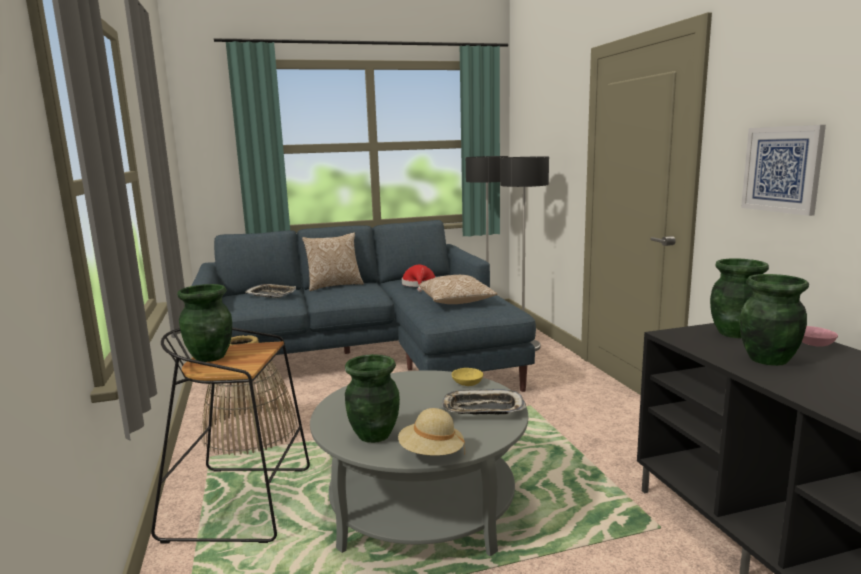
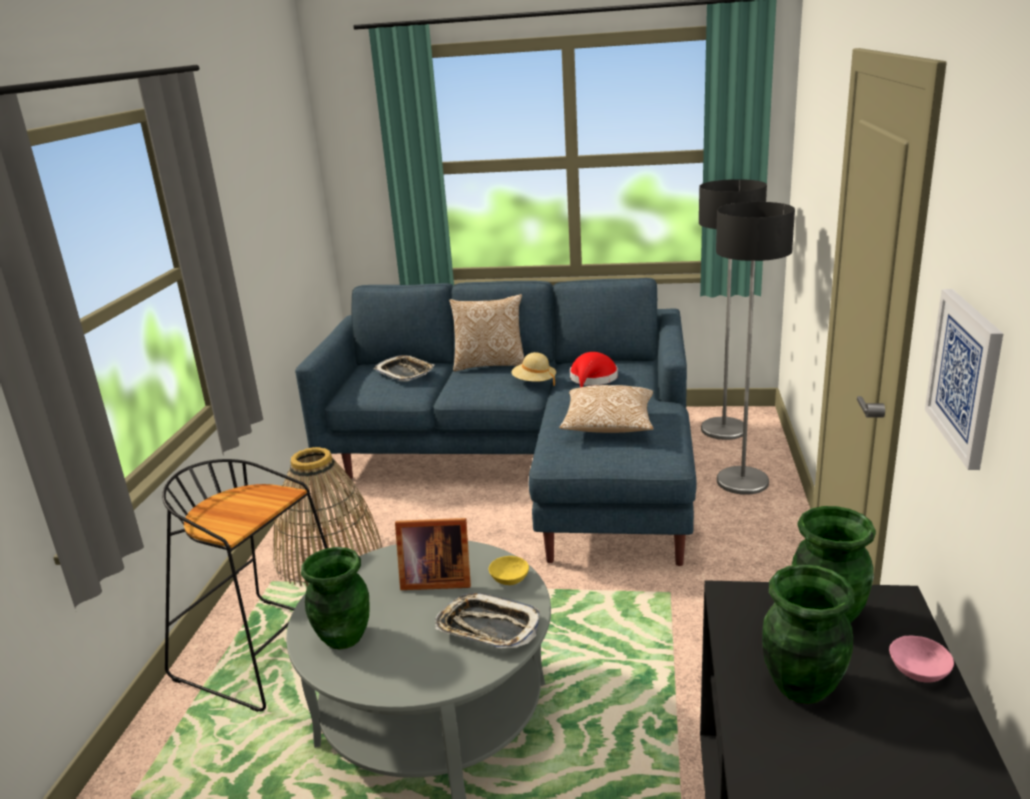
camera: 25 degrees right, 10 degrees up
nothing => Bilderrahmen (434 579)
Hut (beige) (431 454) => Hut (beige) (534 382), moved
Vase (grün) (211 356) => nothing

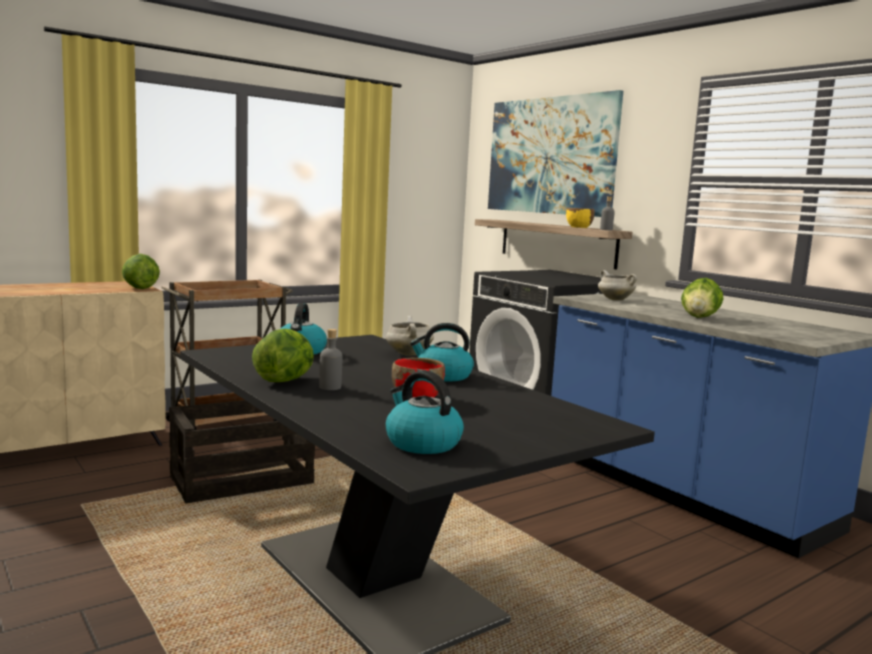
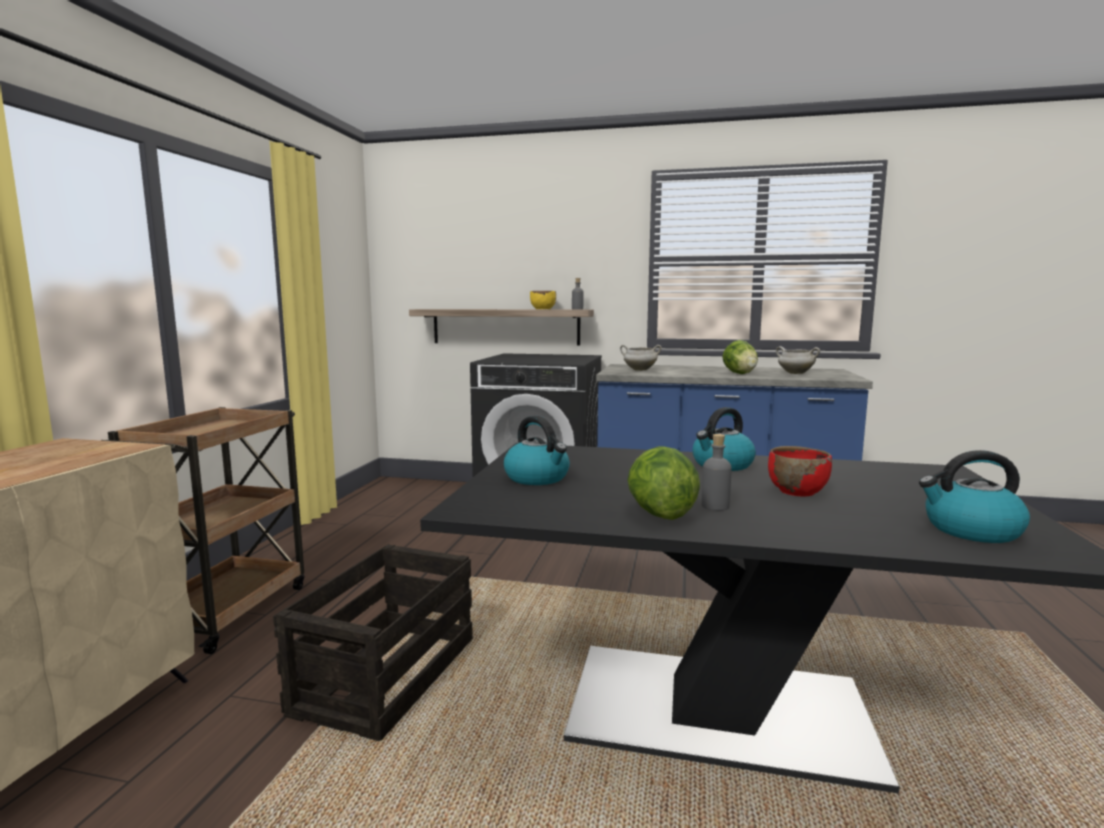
camera: 40 degrees left, 0 degrees up
Kochtopf (weiß) (408 354) => Kochtopf (weiß) (795 373), moved
Salatkopf (139 288) => nothing
Bild (550 156) => nothing

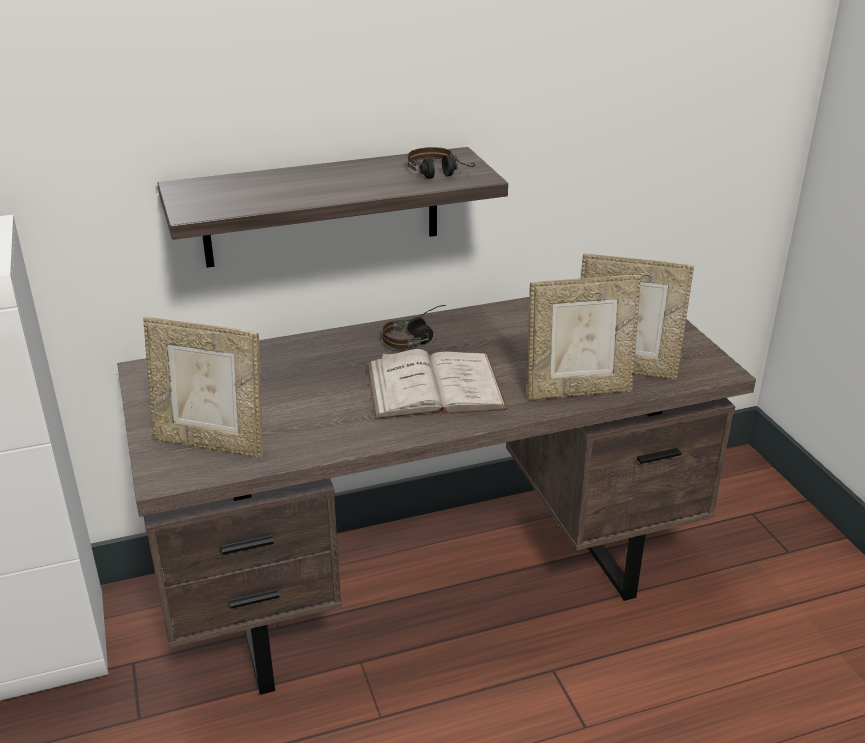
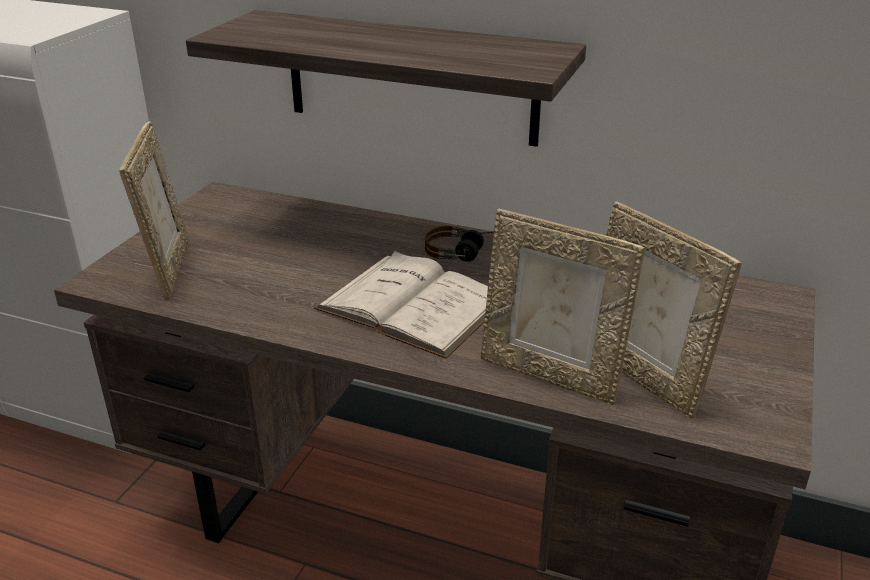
camera: 40 degrees right, 0 degrees up
Bilderrahmen (212 443) => Bilderrahmen (168 270), 150 degrees counterclockwise
Kopfhörer (441 175) => nothing

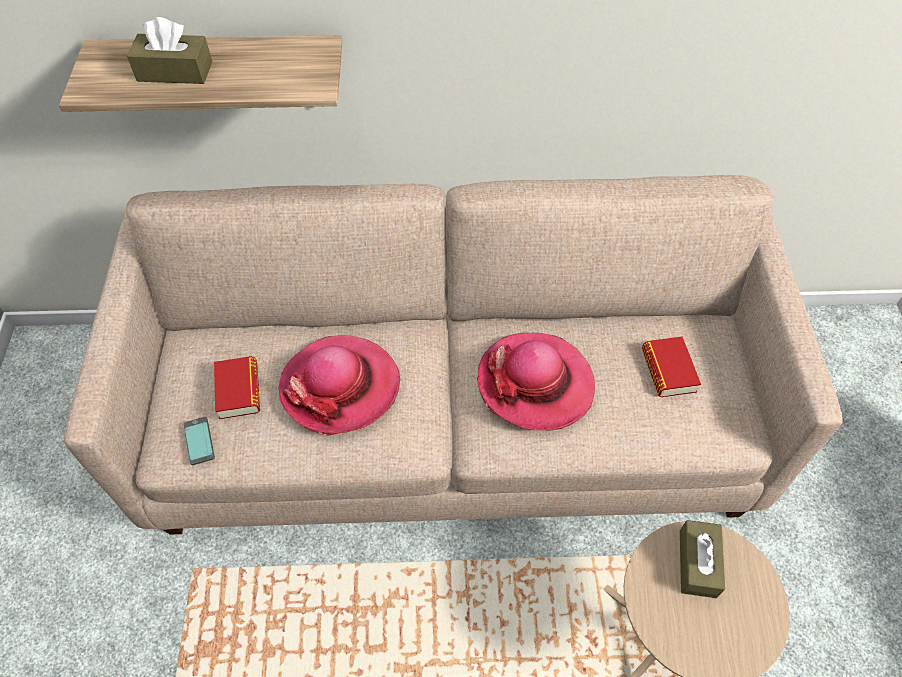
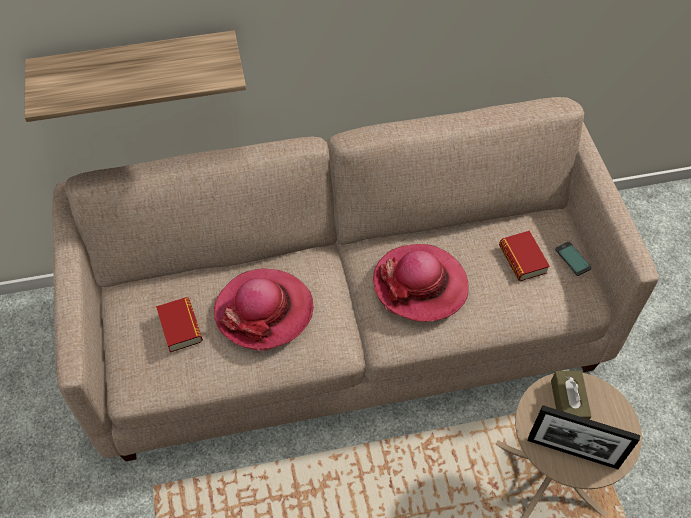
camera: 10 degrees left, 0 degrees up
nothing => Bilderrahmen (572 452)
Handy (199 441) => Handy (572 259), moved
Taschentuchbox (braun) (175 71) => nothing

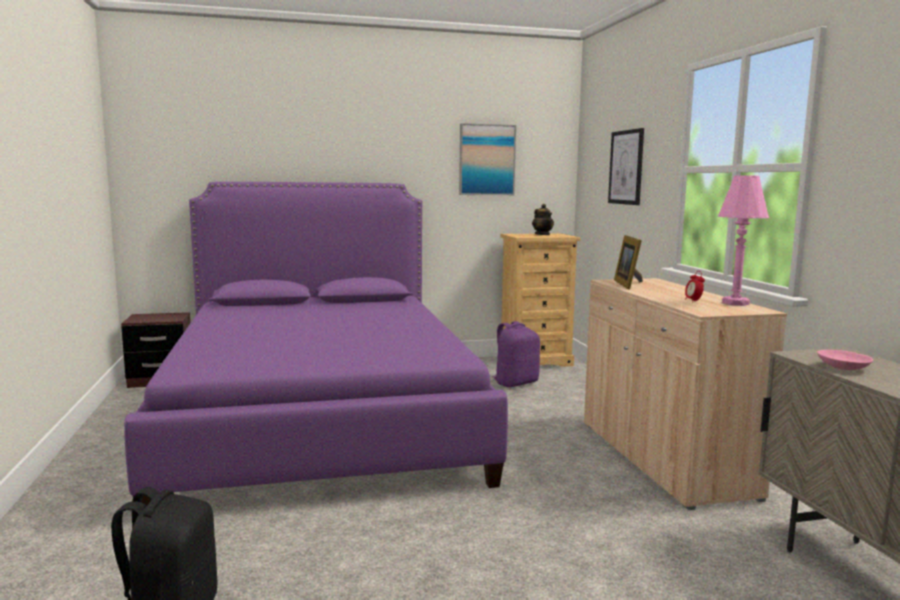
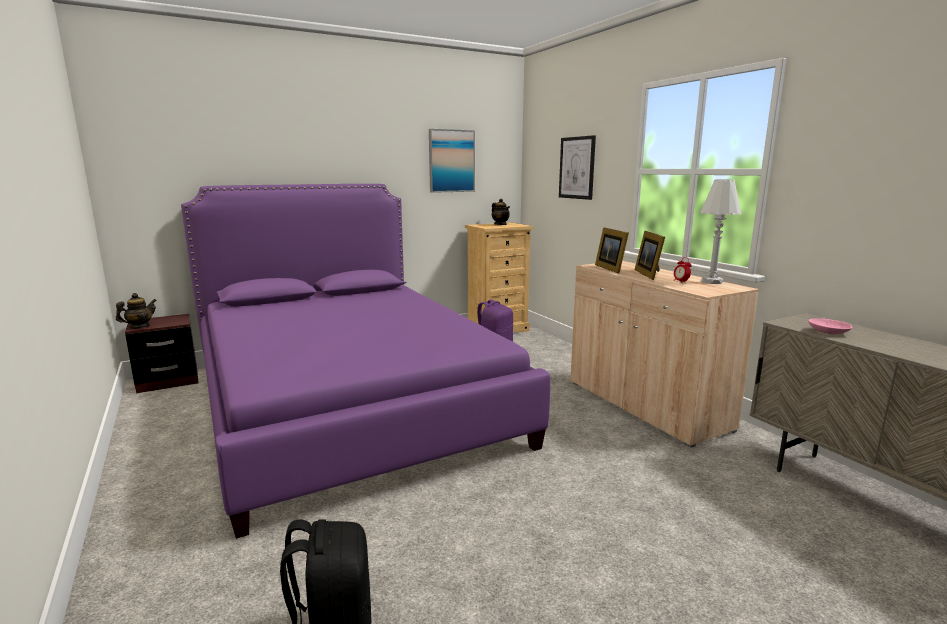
camera: 15 degrees left, 5 degrees up
nothing => Teekanne (139 327)
nothing => Bilderrahmen (649 274)
Tischlampe (rosa) (735 303) => Tischlampe (weiß) (712 282)

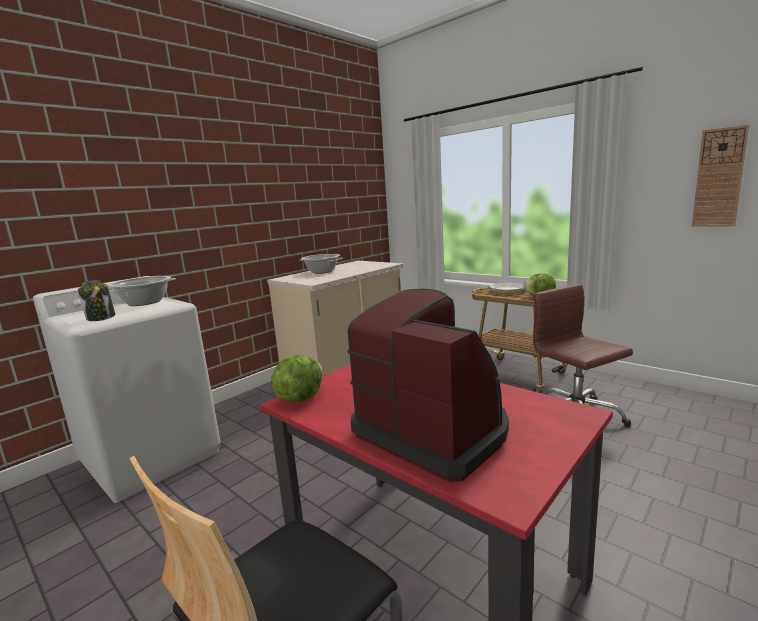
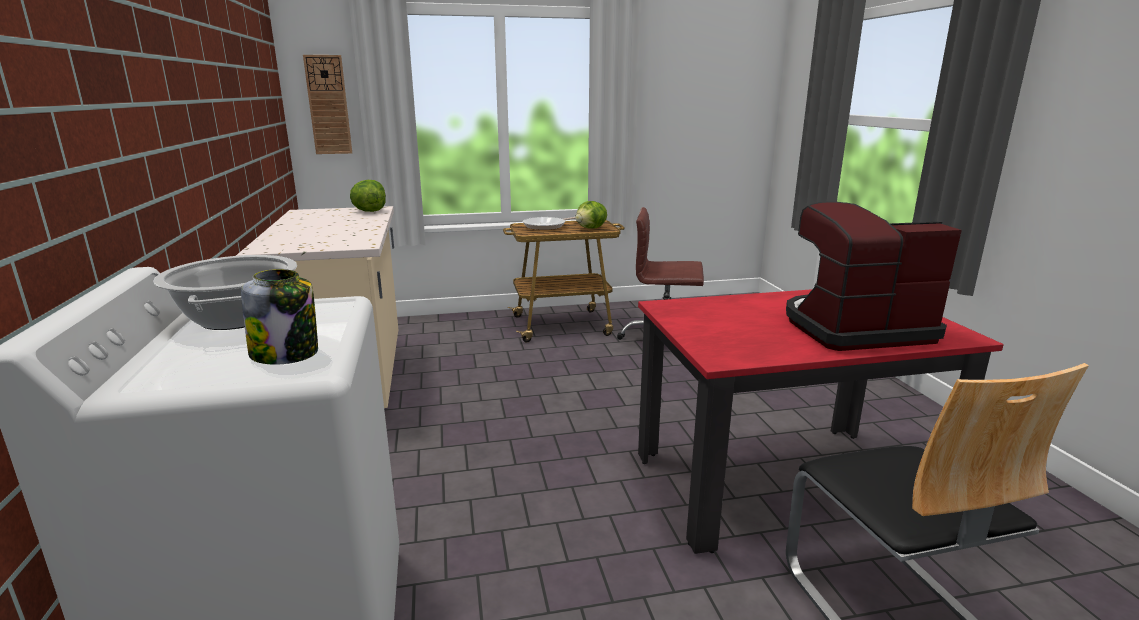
camera: 55 degrees left, 5 degrees up
Wanduhr (719 178) => Wanduhr (328 105), moved
Salatkopf (300 397) => Salatkopf (369 211), moved
Kochtopf (322 271) => nothing

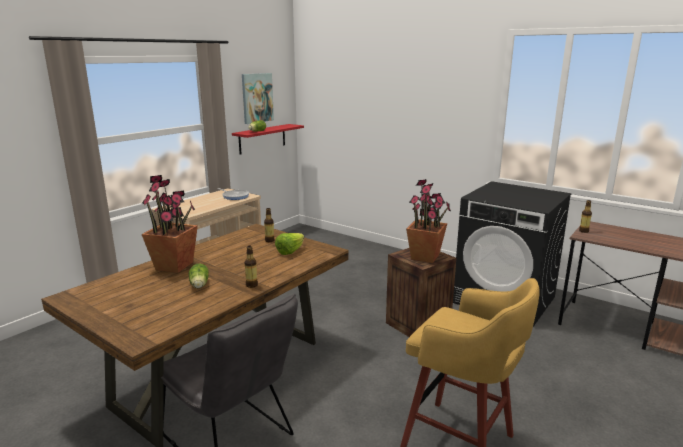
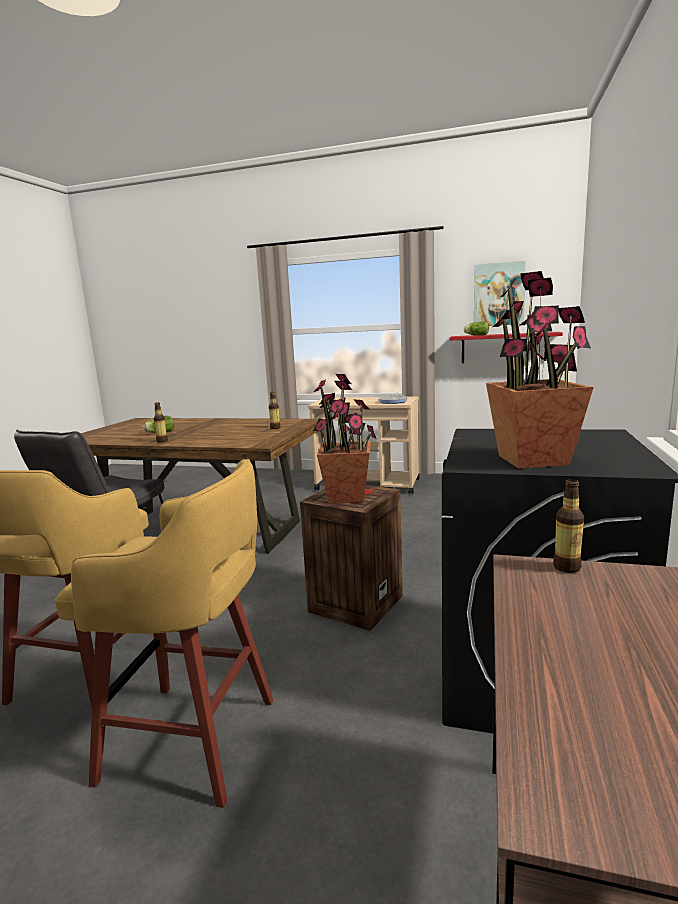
camera: 70 degrees right, 5 degrees down
nothing => Hocker (gelb) (195 741)
Topfpflanze (175 266) => Topfpflanze (533 460), moved
Salatkopf (290 251) => nothing

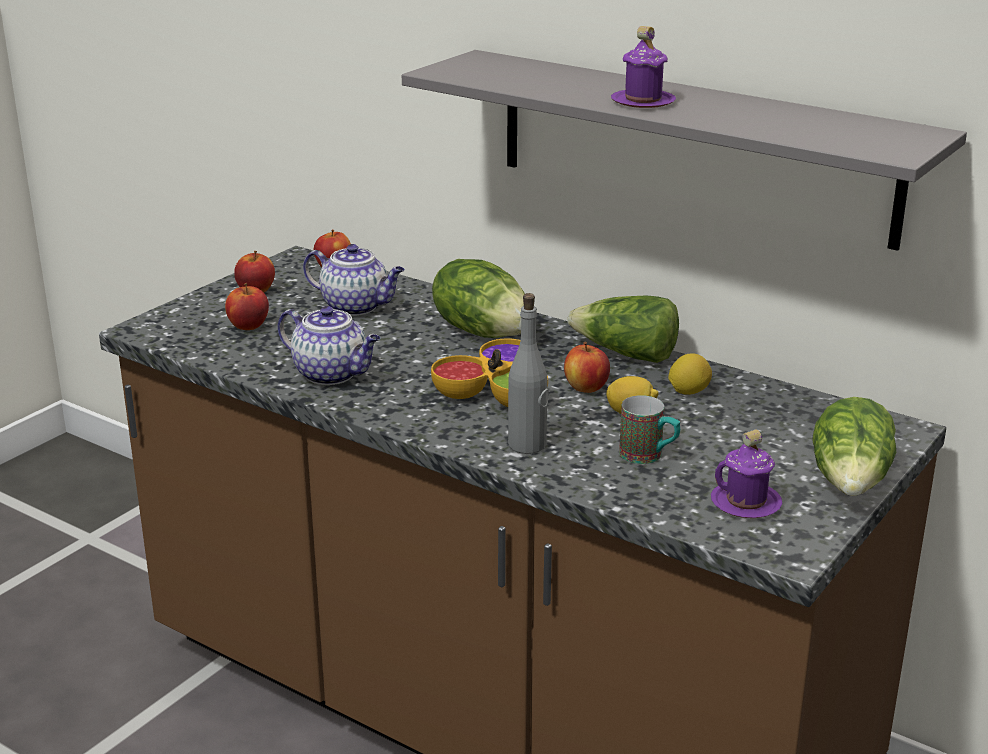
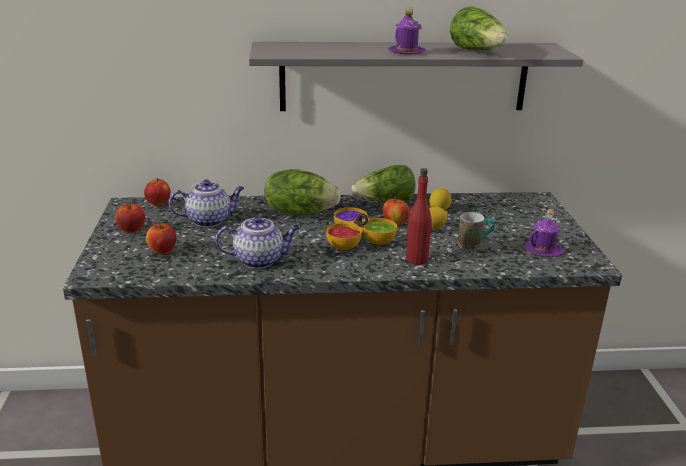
camera: 40 degrees left, 0 degrees up
Flasche (grau) (527 445) => Flasche (rot) (417 259)
Salatkopf (851 483) => Salatkopf (478 52), moved

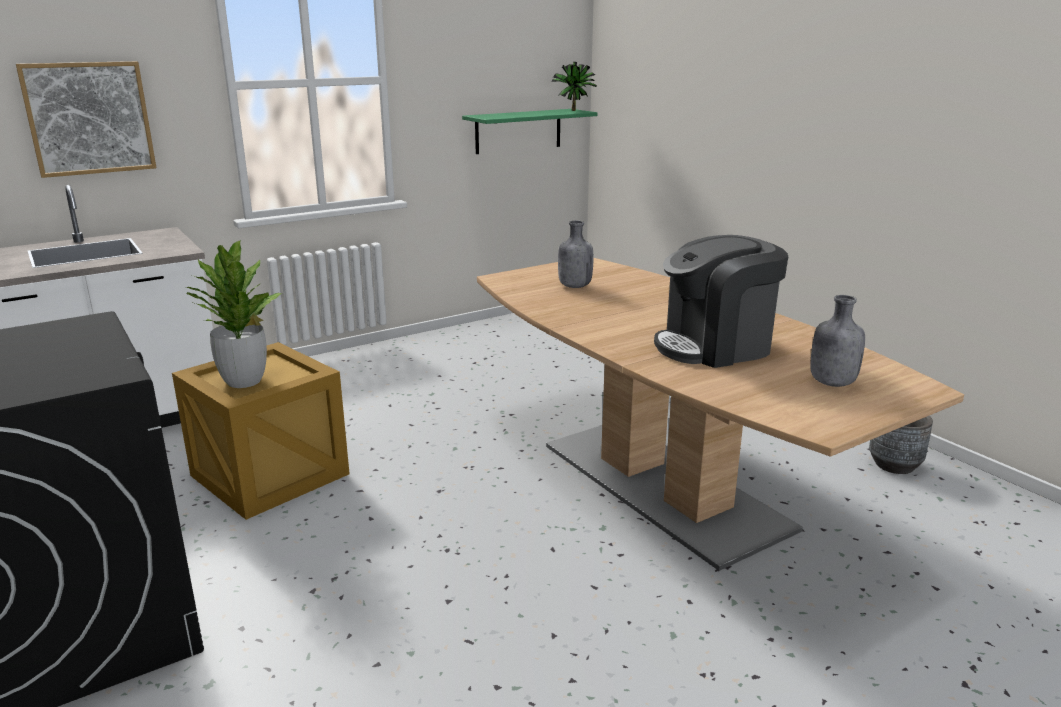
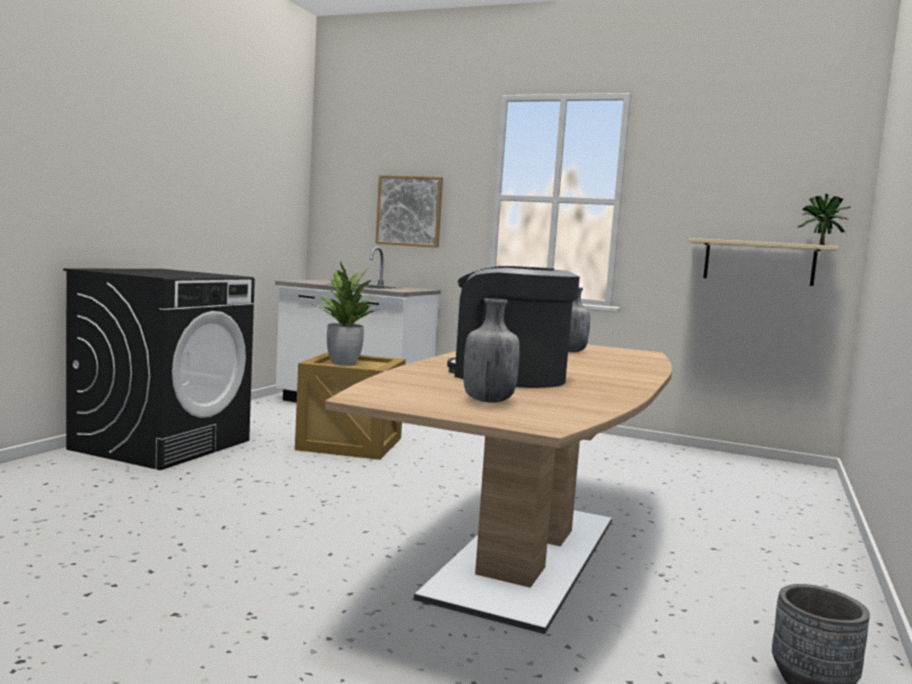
camera: 55 degrees right, 15 degrees down
Wandregal (grün) (518 131) => Wandregal (beige) (759 262)

